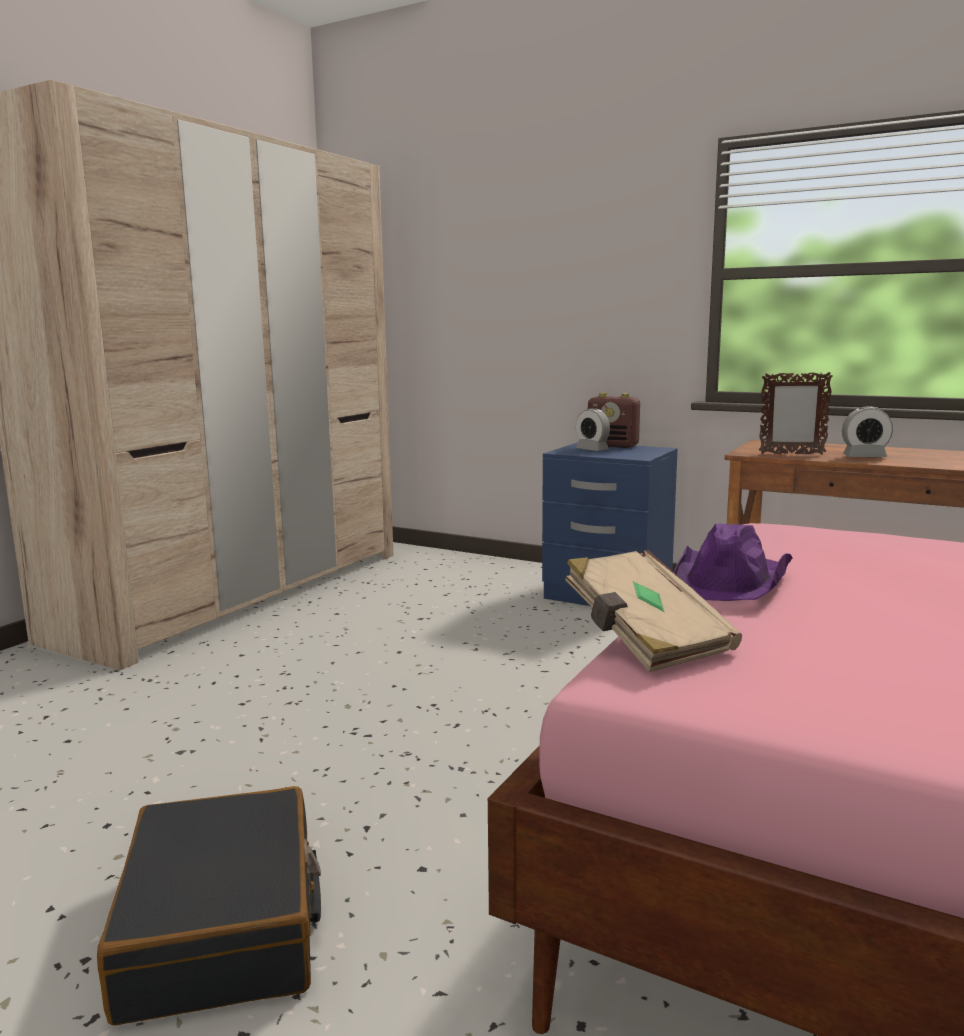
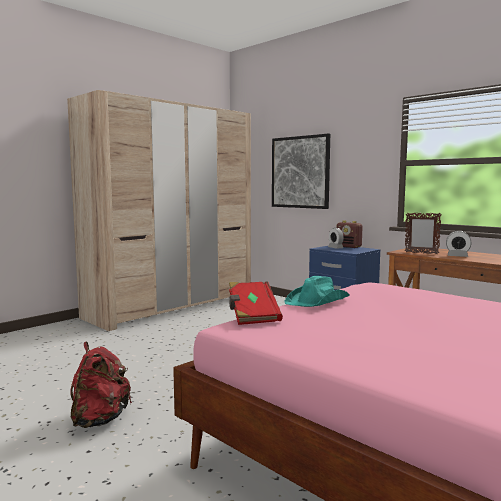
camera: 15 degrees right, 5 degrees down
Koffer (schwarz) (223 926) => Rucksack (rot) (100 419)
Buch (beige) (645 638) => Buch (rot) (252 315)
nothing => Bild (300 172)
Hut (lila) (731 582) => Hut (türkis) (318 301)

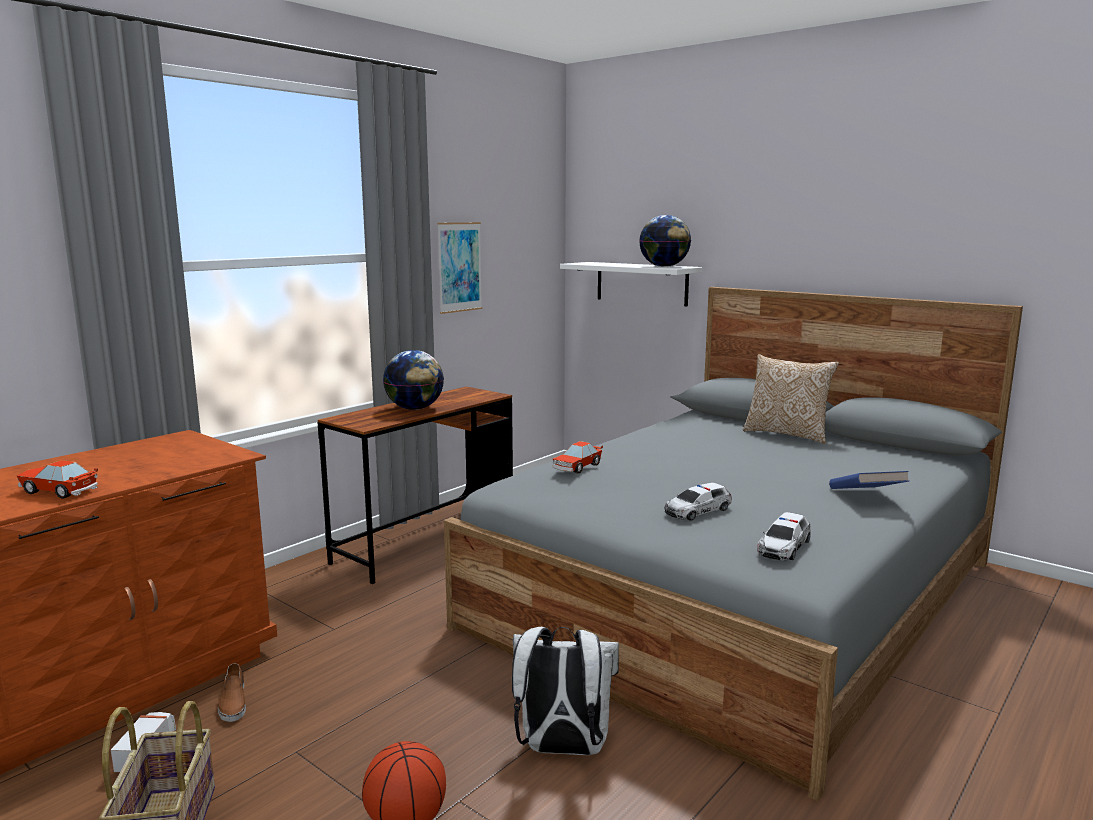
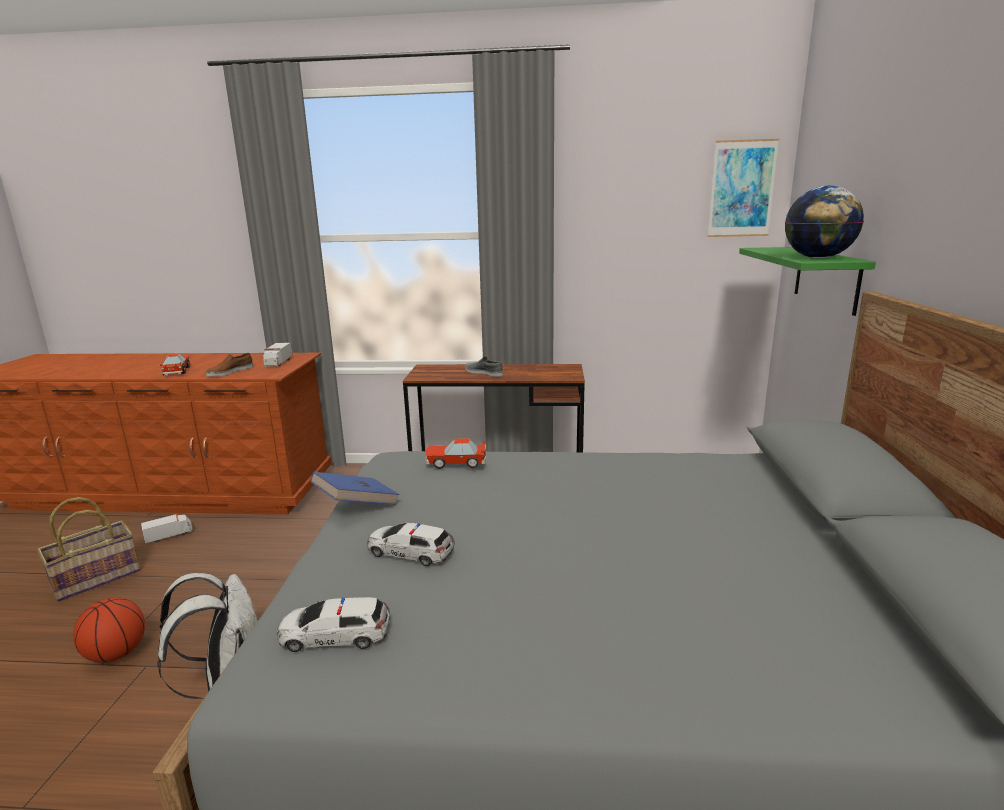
camera: 55 degrees right, 5 degrees up
Schuh (braun) (233 702) => Schuh (braun) (230 372), moved
nothing => Spielzeuglaster (278 363)
Buch (blau) (866 497) => Buch (blau) (356 505), moved
Globus (414 409) => Schuh (grau) (484 372)
Bild (459 267) => Bild (742 189), moved
Wandregal (weiß) (641 283) => Wandregal (grün) (826 278)
Kissen (787 434) => nothing

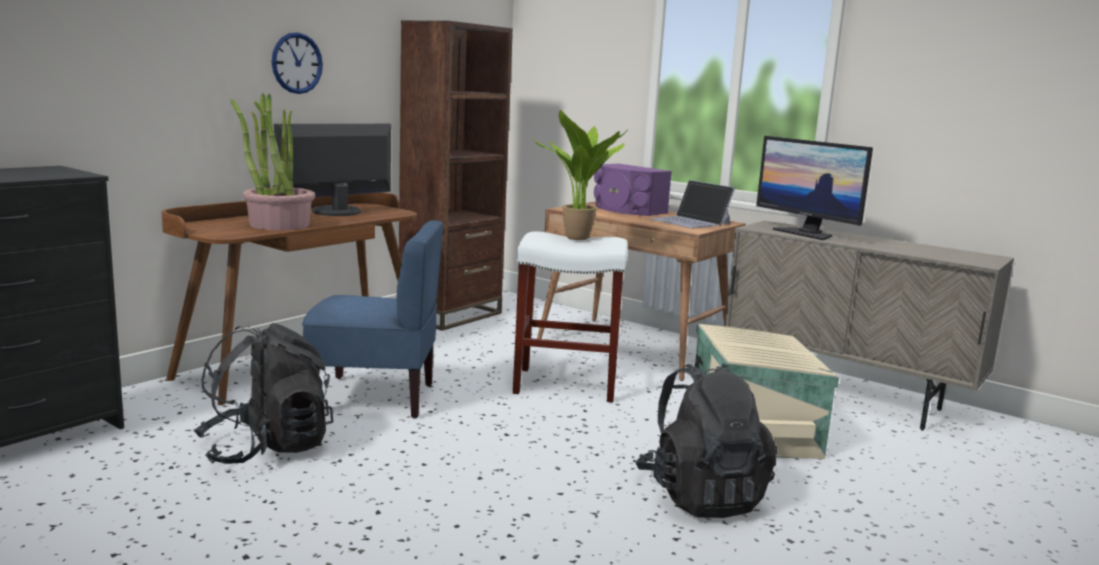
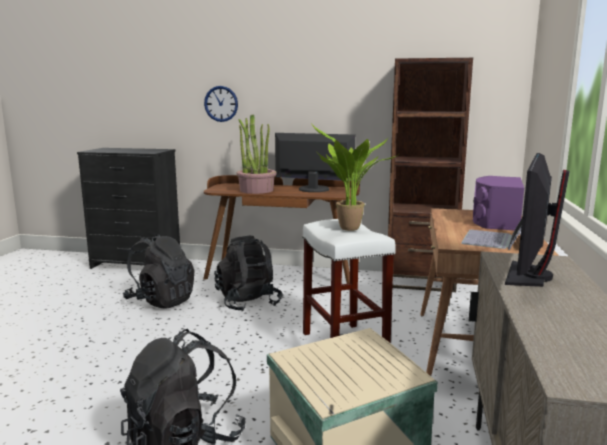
camera: 65 degrees right, 0 degrees up
Wanduhr (297 63) => Wanduhr (221 104), moved
Stuhl (blau) (374 398) => Rucksack (schwarz) (248 303)

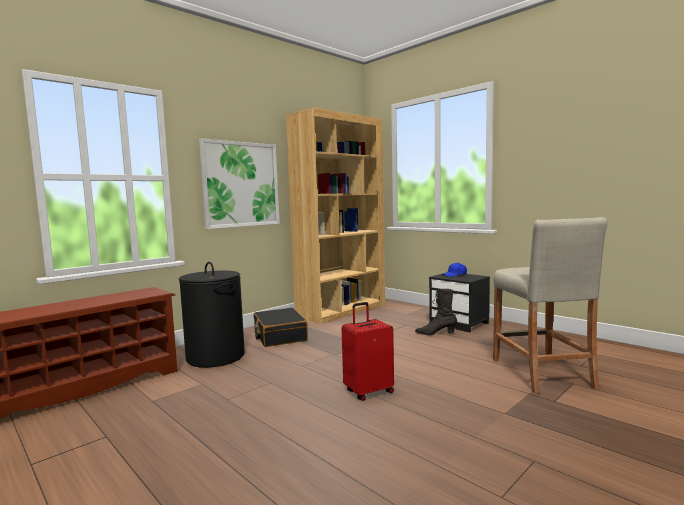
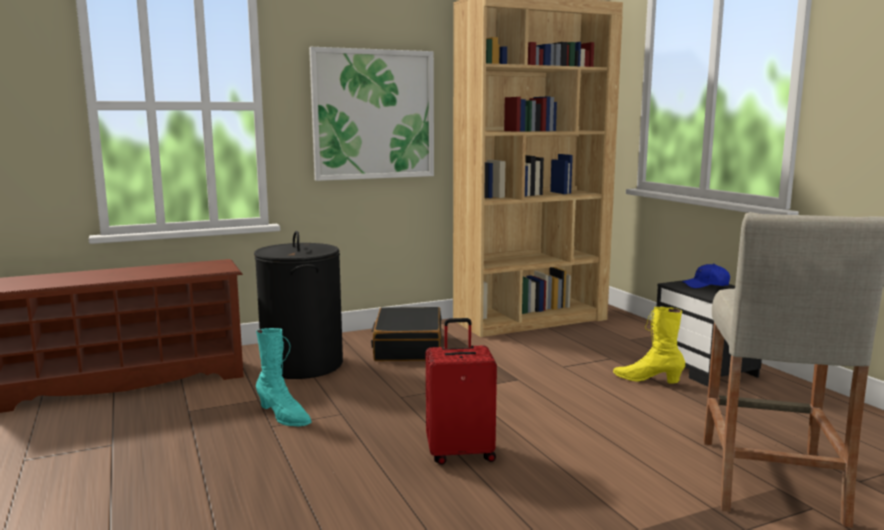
camera: 20 degrees right, 5 degrees up
nothing => Stiefel (türkis) (283 416)
Stiefel (schwarz) (435 333) => Stiefel (gelb) (647 380)

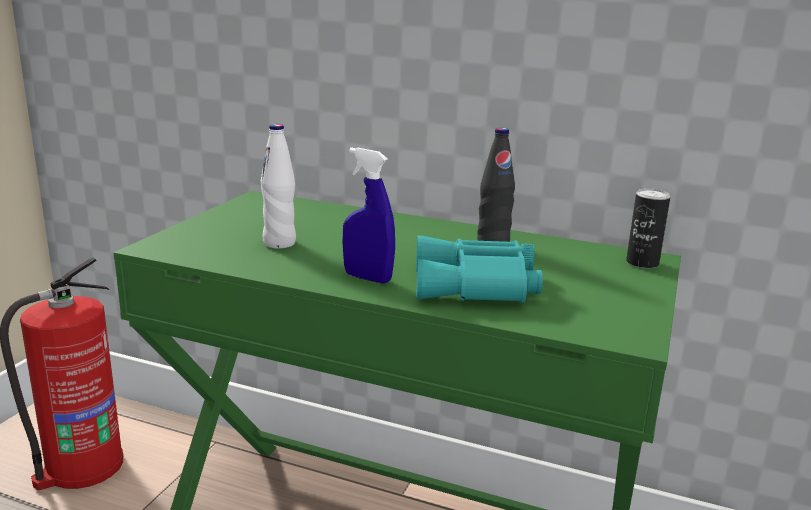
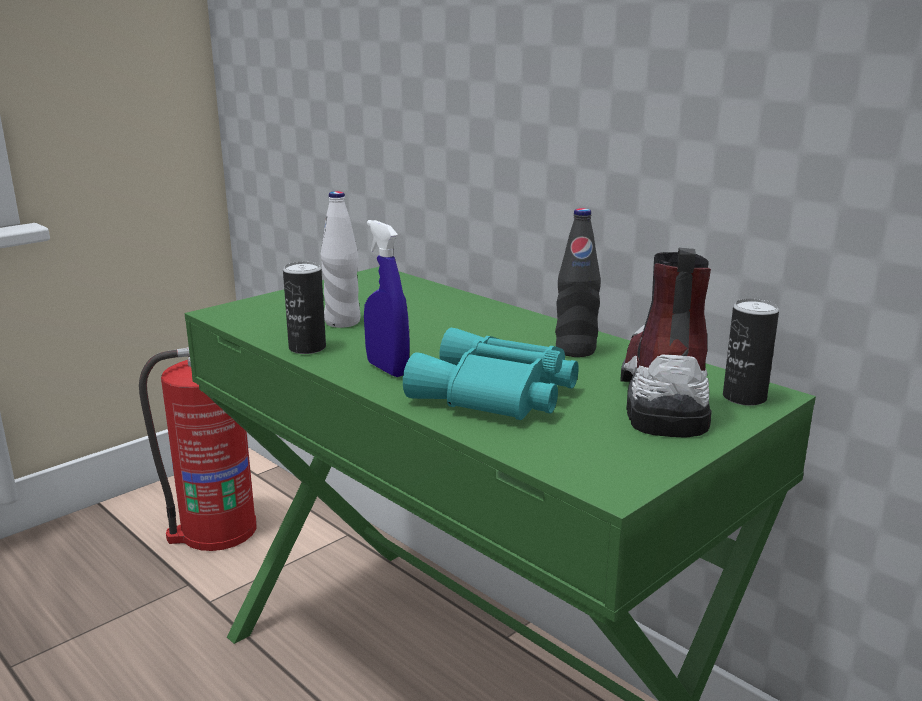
camera: 25 degrees right, 0 degrees up
nothing => Dose (307 348)
nothing => Stiefel (662 395)

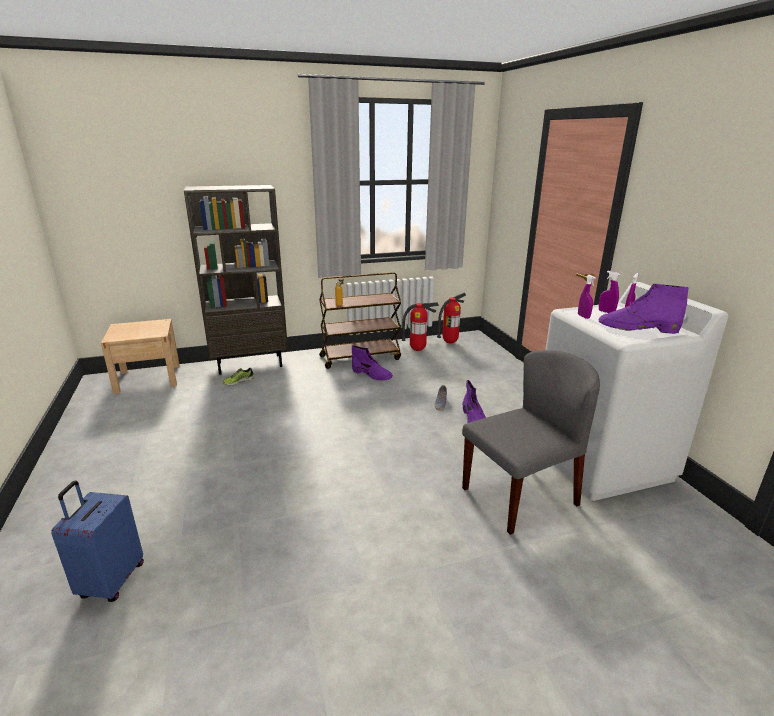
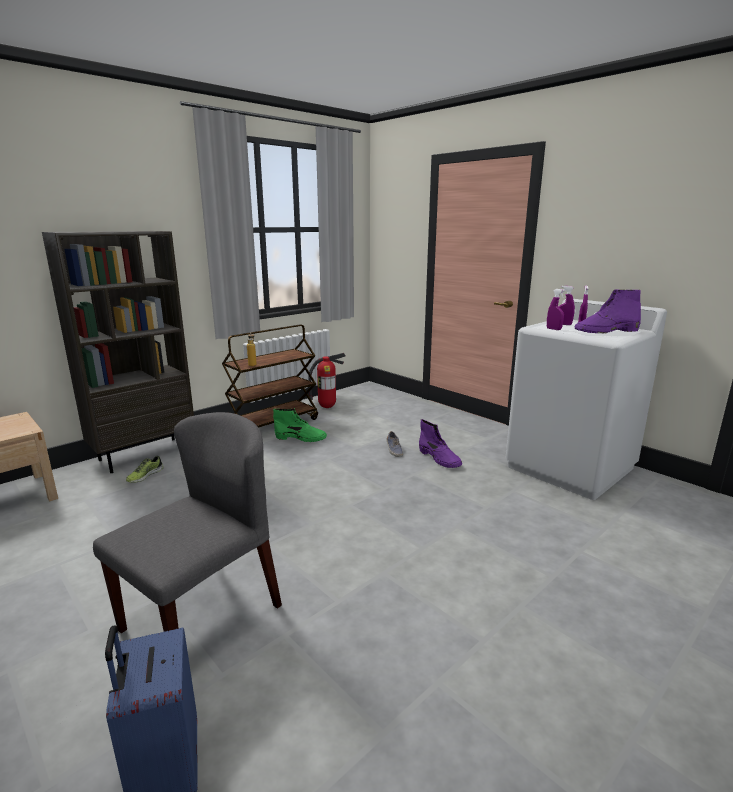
camera: 25 degrees left, 5 degrees down
Stuhl (grau) (520 495) => Stuhl (grau) (202 616), moved
Stiefel (lila) (372 375) => Stiefel (grün) (301 438)
Feuerlöscher (449 342) => nothing

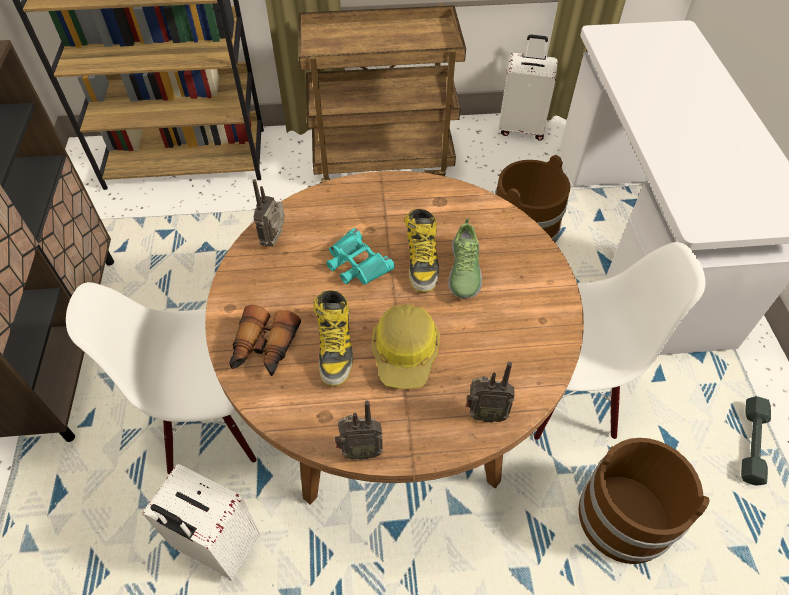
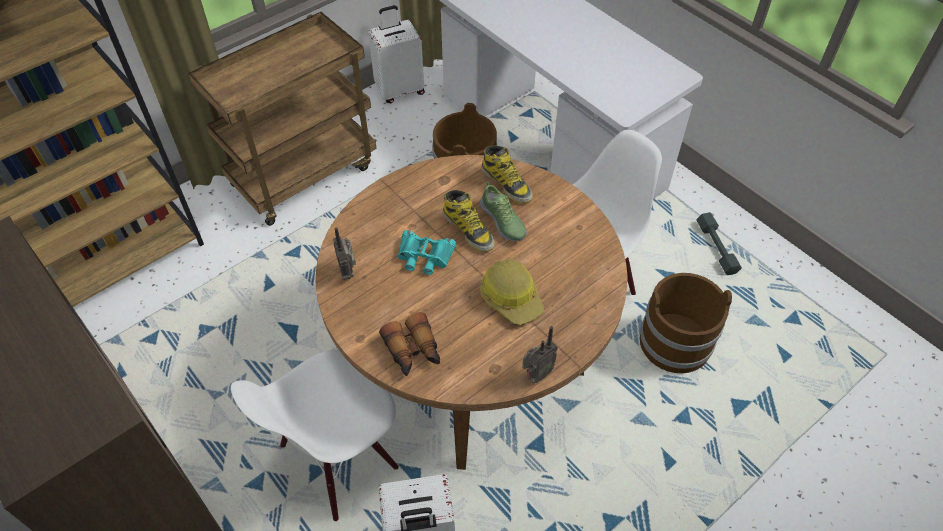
camera: 35 degrees left, 0 degrees up
Stiefel (335 347) => Stiefel (507 183), moved
Radio (485 414) => nothing

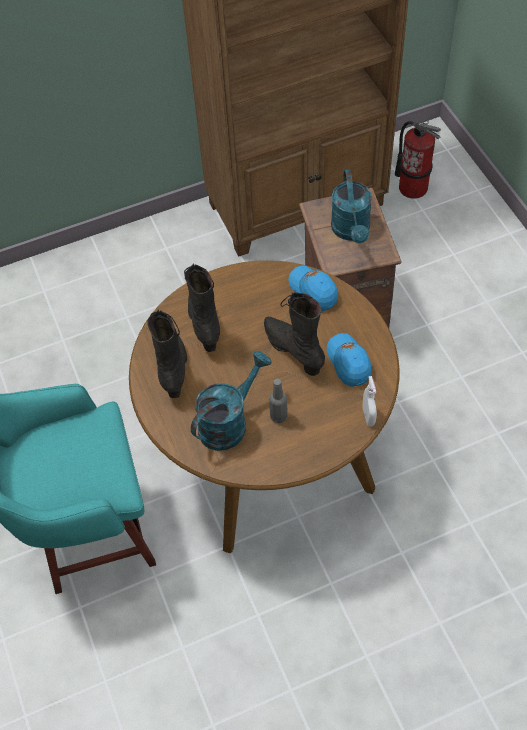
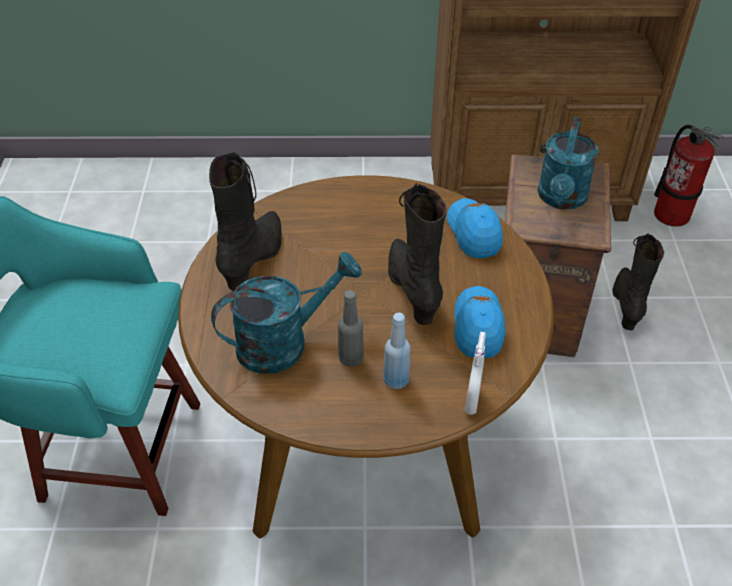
camera: 20 degrees right, 10 degrees down
nothing => Flasche (blau) (396 380)
Stiefel (schwarz) (204 323) => Stiefel (schwarz) (626 304), moved

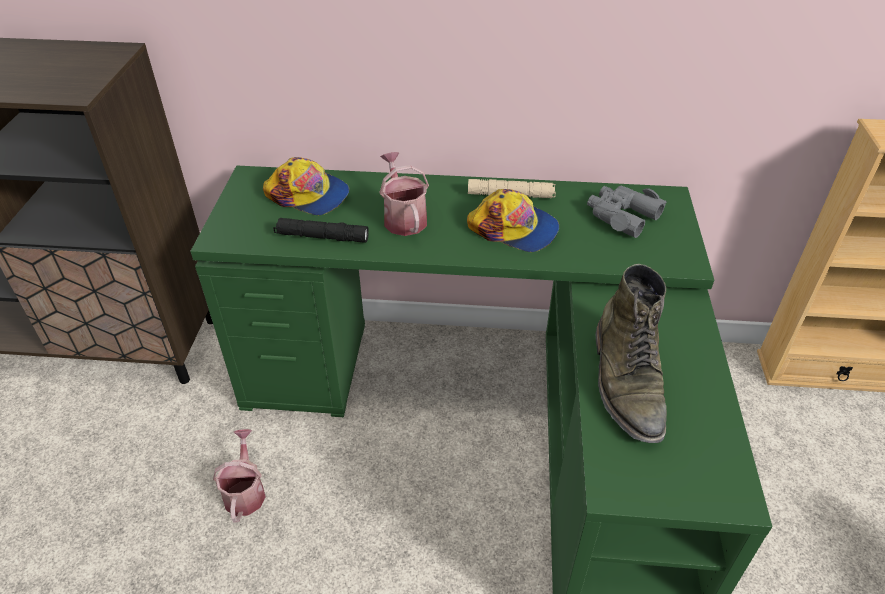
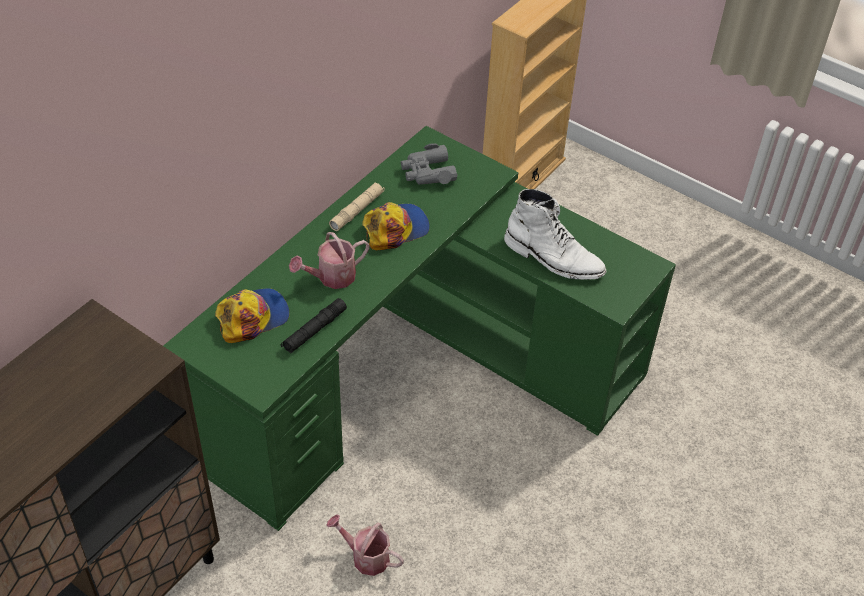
camera: 60 degrees left, 5 degrees up
Gießkanne (403 217) => Gießkanne (331 277), 45 degrees counterclockwise
Stiefel (grün) (627 381) => Stiefel (weiß) (553 258)

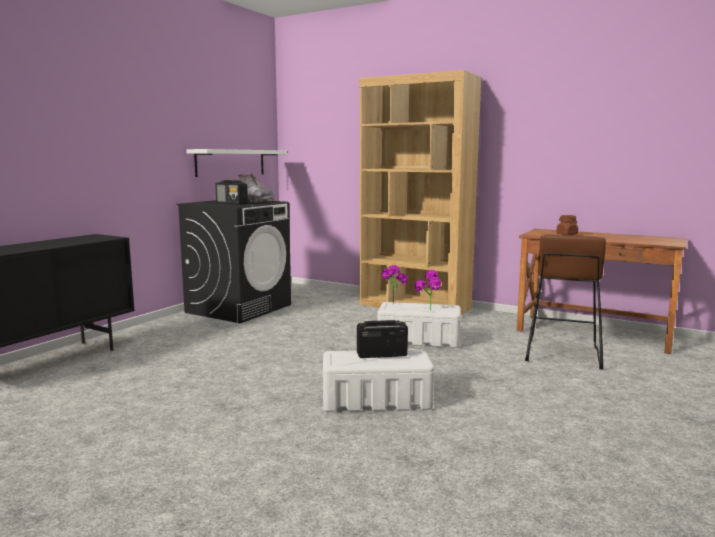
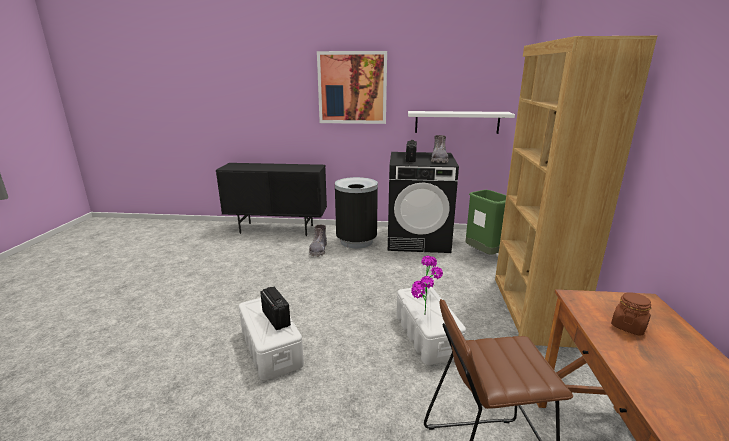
camera: 65 degrees right, 10 degrees up
nothing => Stiefel (grau) (318 250)
nothing => Bild (352 88)
nothing => Mülleimer (schwarz) (356 241)
nothing => Mülleimer (grün) (484 254)

